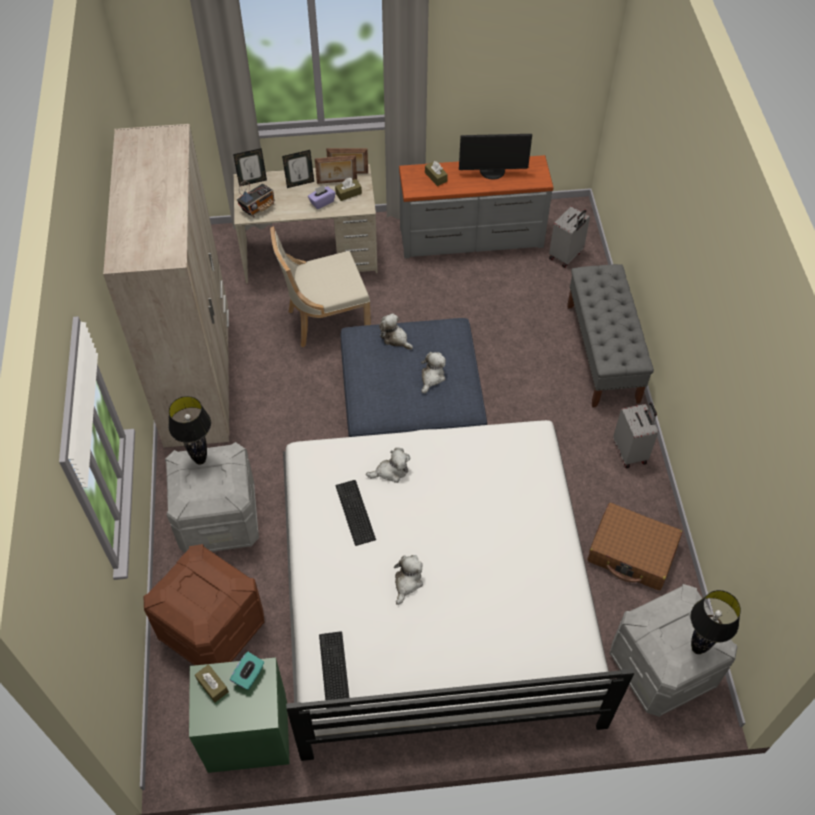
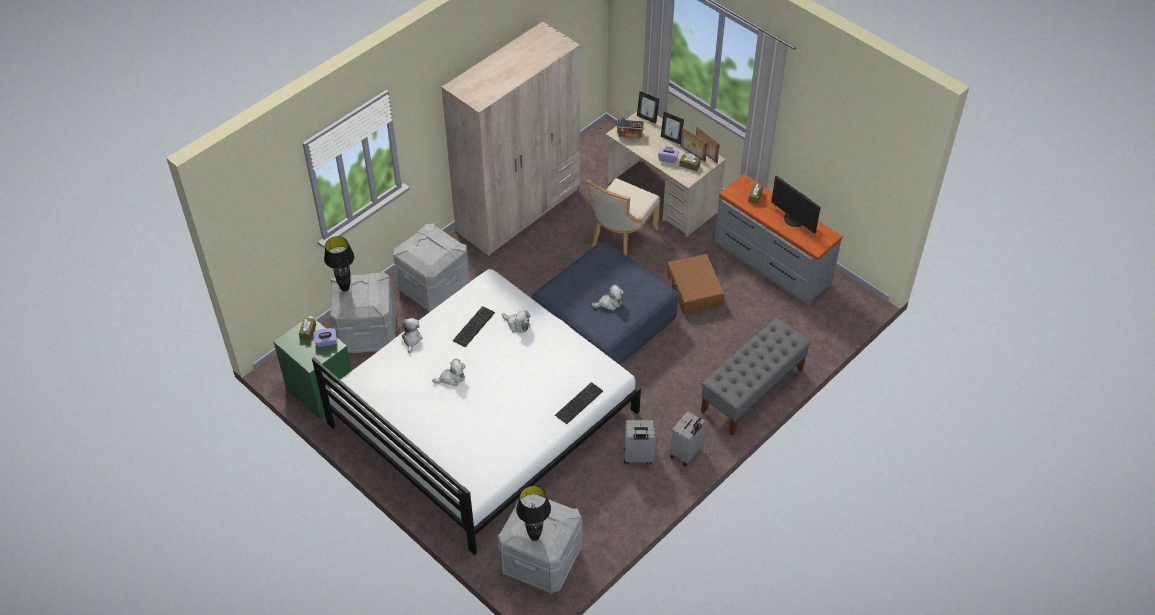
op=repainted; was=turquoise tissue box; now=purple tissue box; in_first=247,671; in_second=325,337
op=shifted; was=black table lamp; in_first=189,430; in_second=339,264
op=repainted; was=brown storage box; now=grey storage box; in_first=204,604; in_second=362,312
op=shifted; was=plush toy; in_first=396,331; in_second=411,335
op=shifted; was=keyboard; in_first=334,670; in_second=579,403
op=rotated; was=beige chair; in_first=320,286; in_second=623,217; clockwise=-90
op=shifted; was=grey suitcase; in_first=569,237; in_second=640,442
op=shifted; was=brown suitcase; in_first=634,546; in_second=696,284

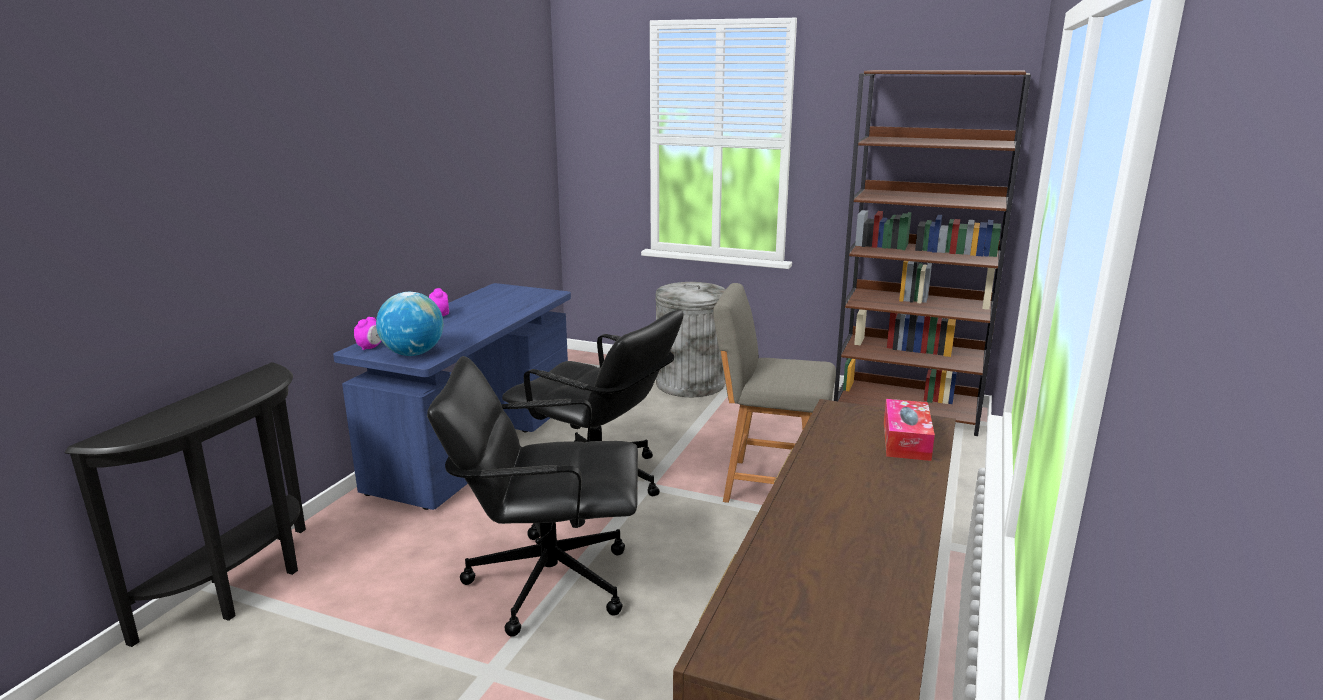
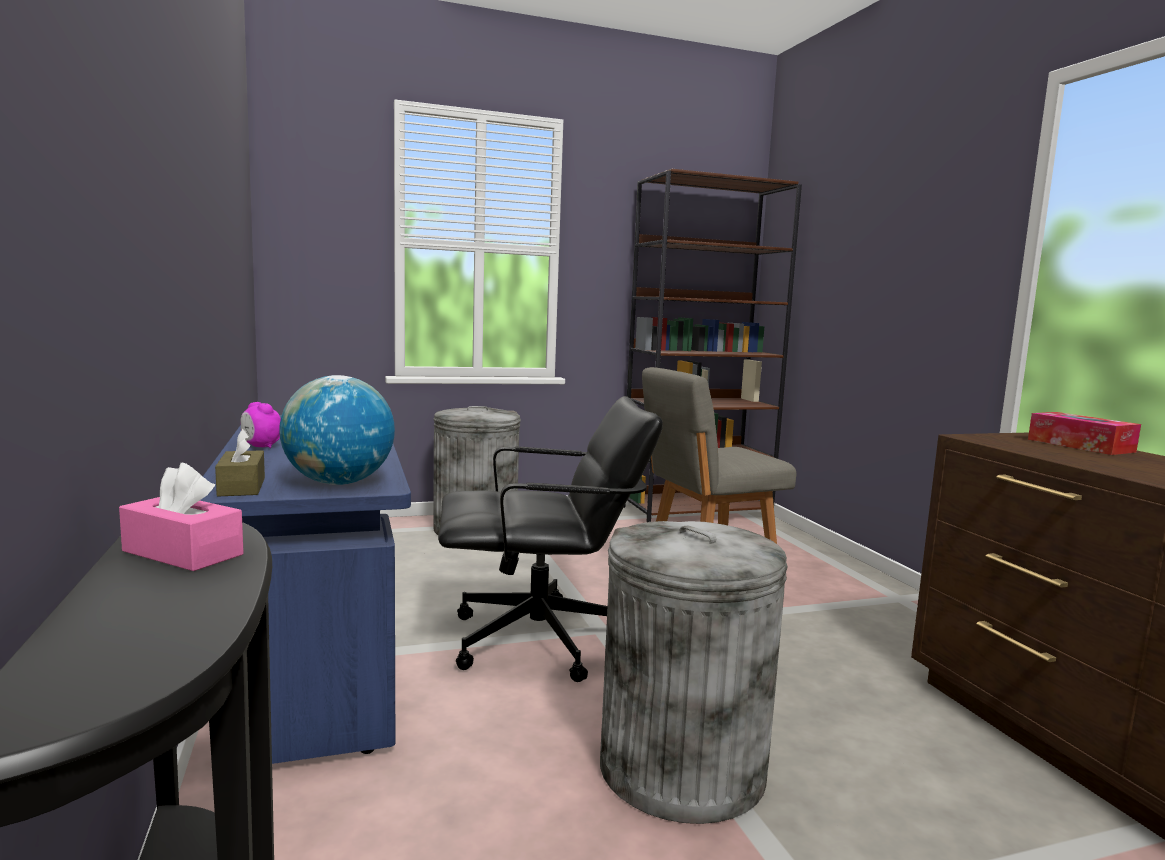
op=new; now=pink tissue box; in_second=181,517
op=swapped; was=alarm clock; now=brown tissue box; in_first=367,334; in_second=240,462
op=swapped; was=black office chair; now=grey trash can; in_first=532,496; in_second=694,672

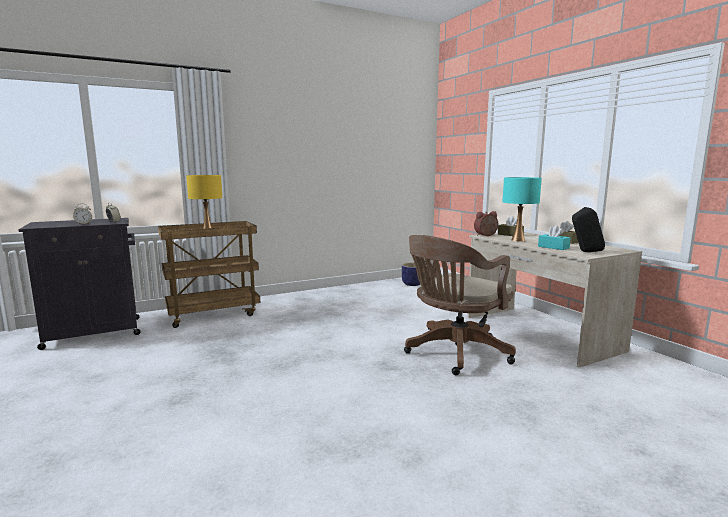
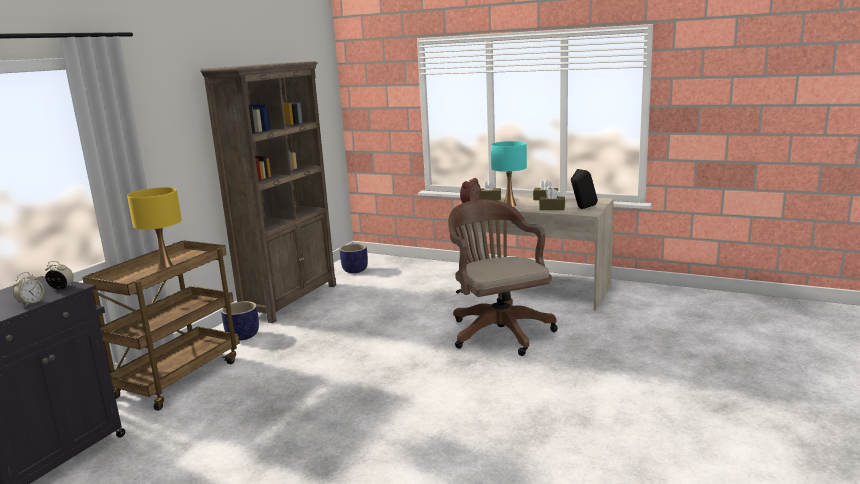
op=new; now=brown bookcase; in_second=268,192
op=new; now=planter; in_second=240,321
op=rotated; was=brown office chair; in_first=460,305; in_second=503,278; clockwise=150
op=repainted; was=turquoise tissue box; now=brown tissue box; in_first=554,237; in_second=552,199

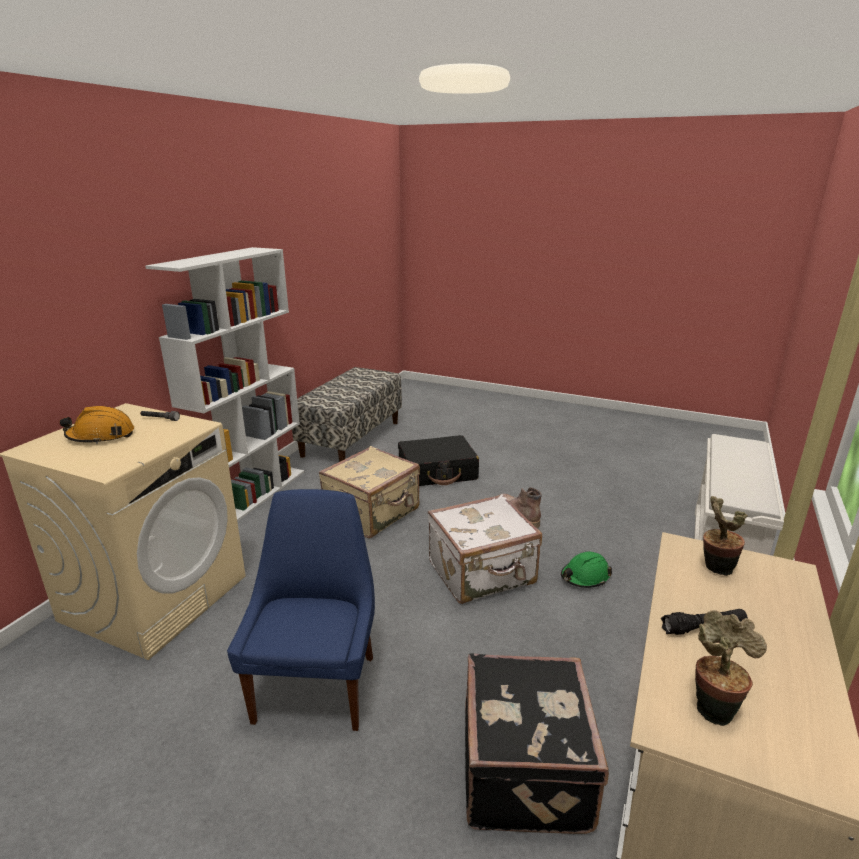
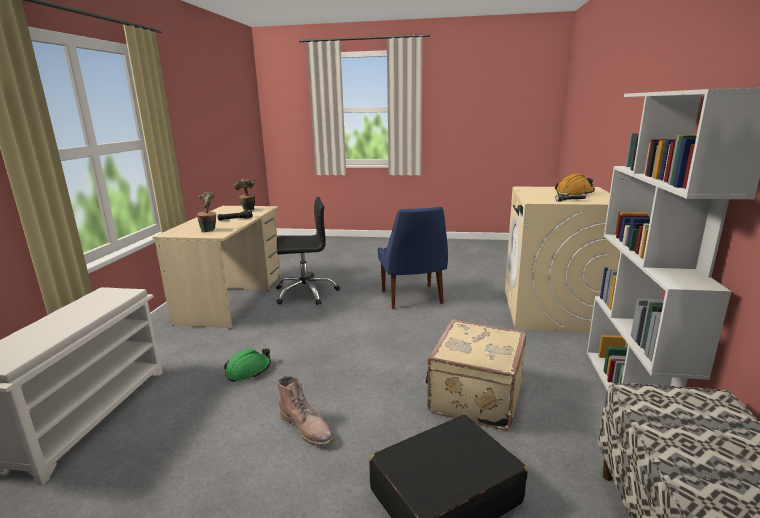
op=swapped; was=black suitcase; now=black office chair; in_first=537,744; in_second=308,251
op=gone; was=white suitcase; in_first=485,549

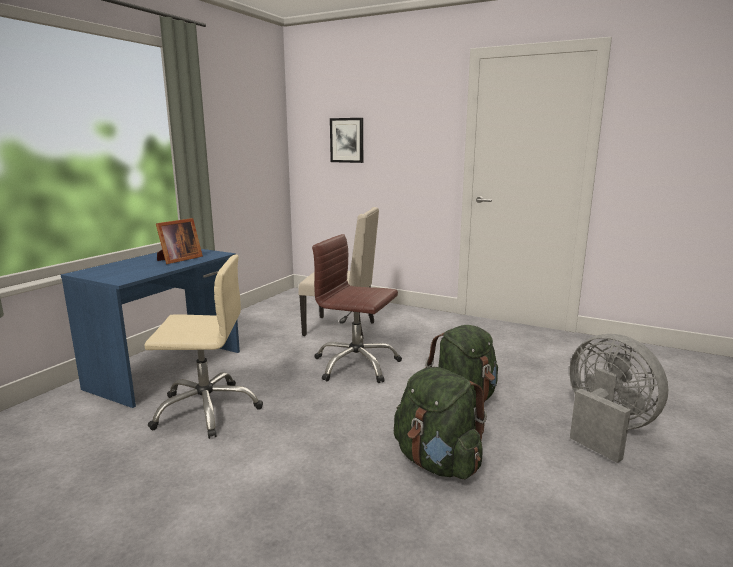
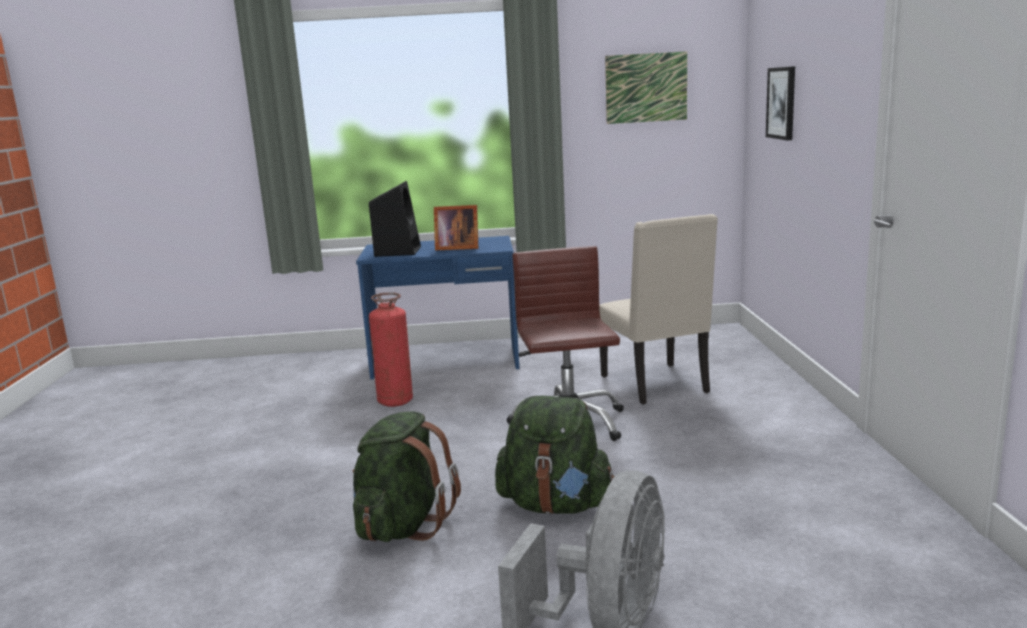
op=new; now=black speaker; in_second=395,219
op=swapped; was=beige office chair; now=fire extinguisher; in_first=203,347; in_second=391,349
op=new; now=picture; in_second=646,87

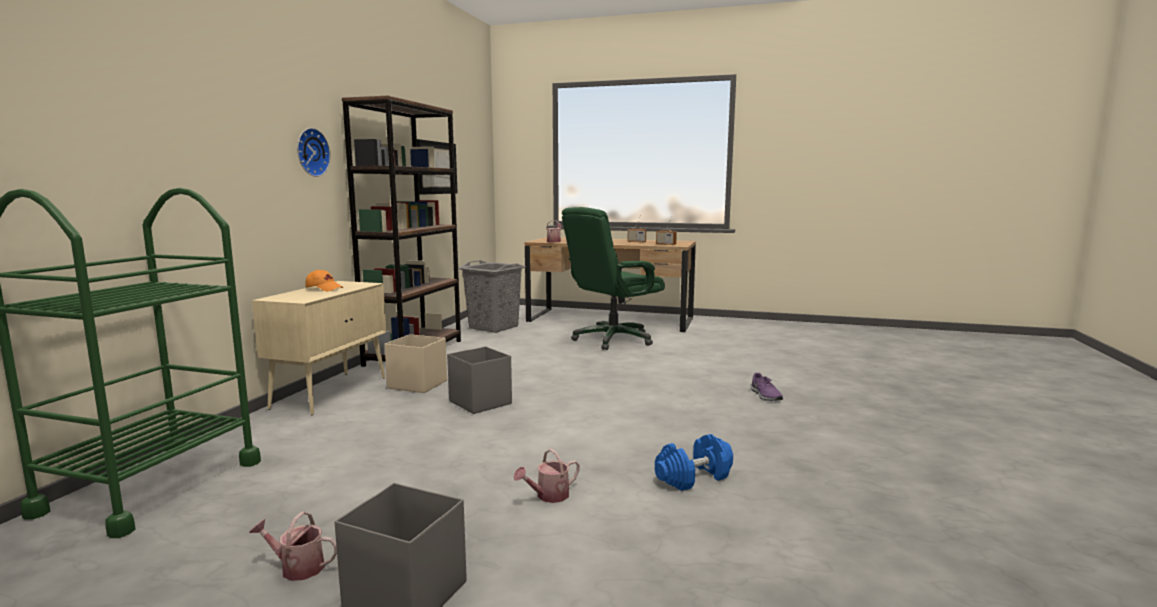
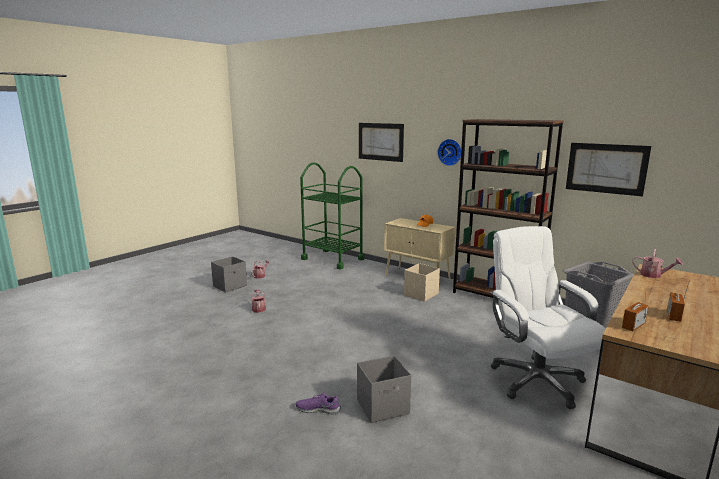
op=shifted; was=grey storage box; in_first=479,380; in_second=384,389
op=new; now=picture; in_second=381,142
op=repainted; was=green office chair; now=white office chair; in_first=613,278; in_second=547,317
op=gone; was=blue dumbbell; in_first=694,462

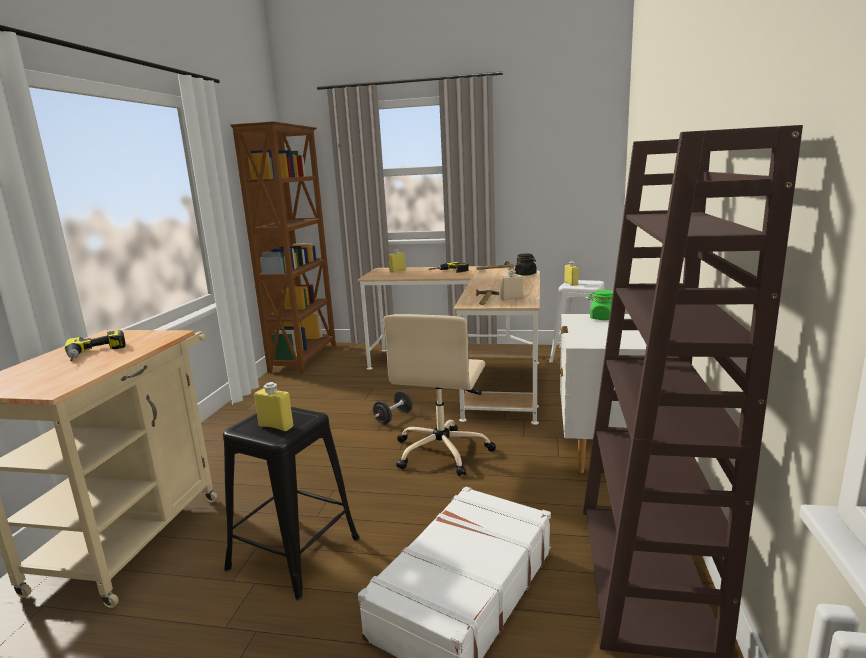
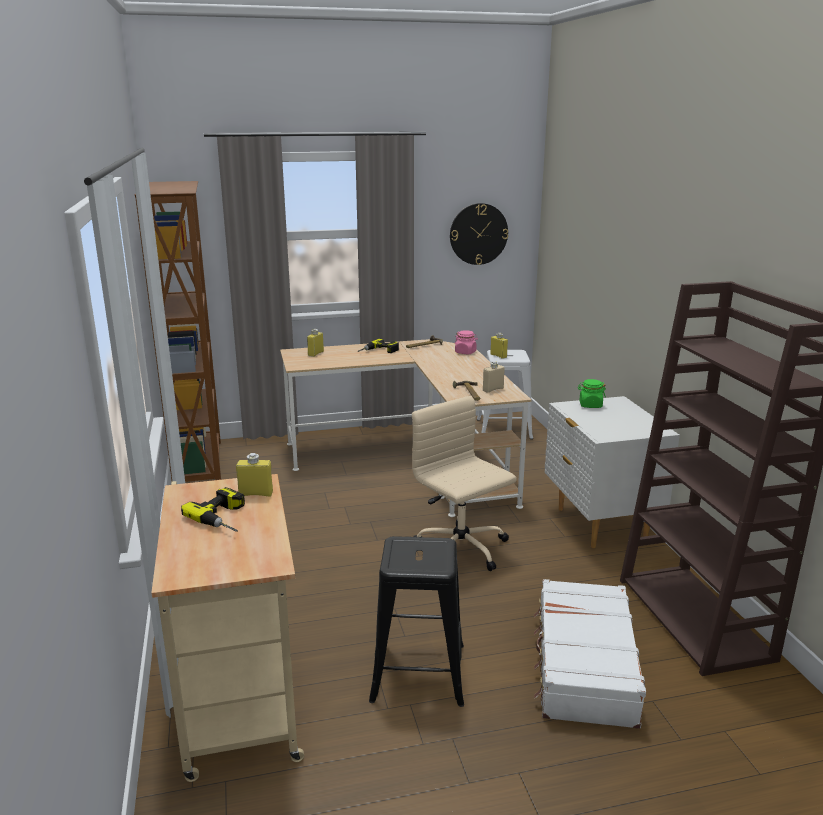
op=shifted; was=yellow bottle; in_first=273,406; in_second=254,475
op=rotated; was=beige office chair; in_first=440,395; in_second=464,483; clockwise=150
op=new; now=wall clock; in_second=479,234
op=repainted; was=black jar; now=pink jar; in_first=525,265; in_second=466,342
op=gone; was=black dumbbell; in_first=392,407

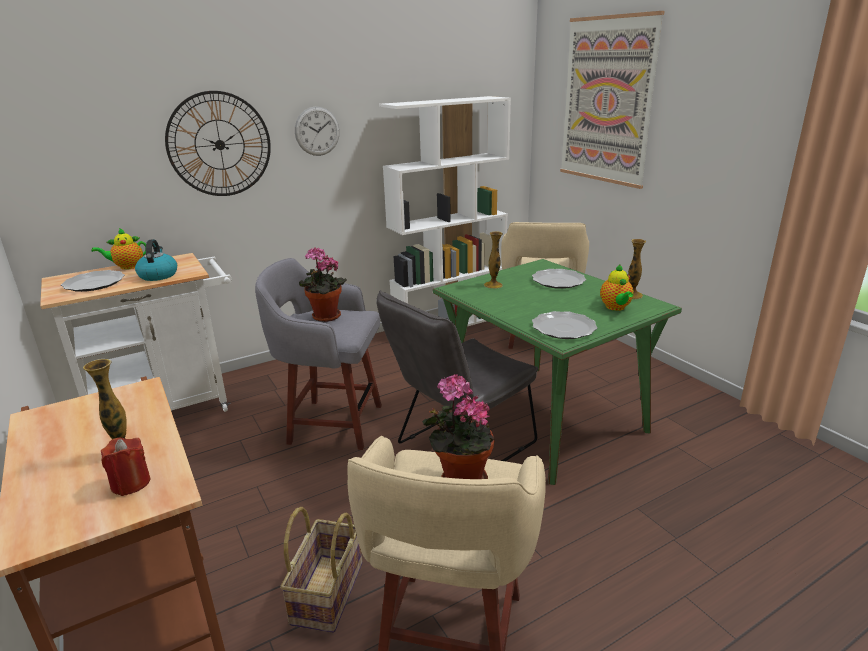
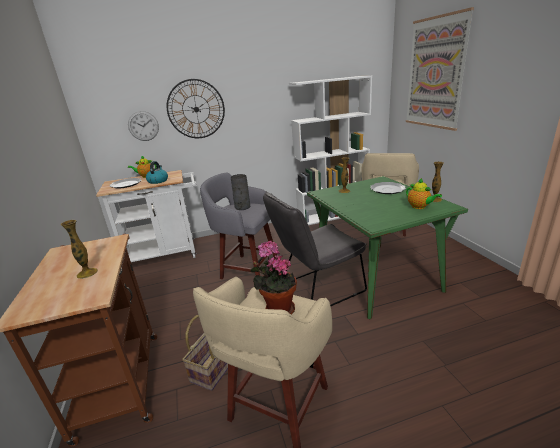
op=shifted; was=wall clock; in_first=317,131; in_second=143,126
op=swapped; was=potted plant; now=grey vase; in_first=322,284; in_second=240,192
op=rotated; was=teapot; in_first=617,288; in_second=424,193; clockwise=-45
op=gone; was=red candle; in_first=125,466
op=gone; was=plate; in_first=564,325

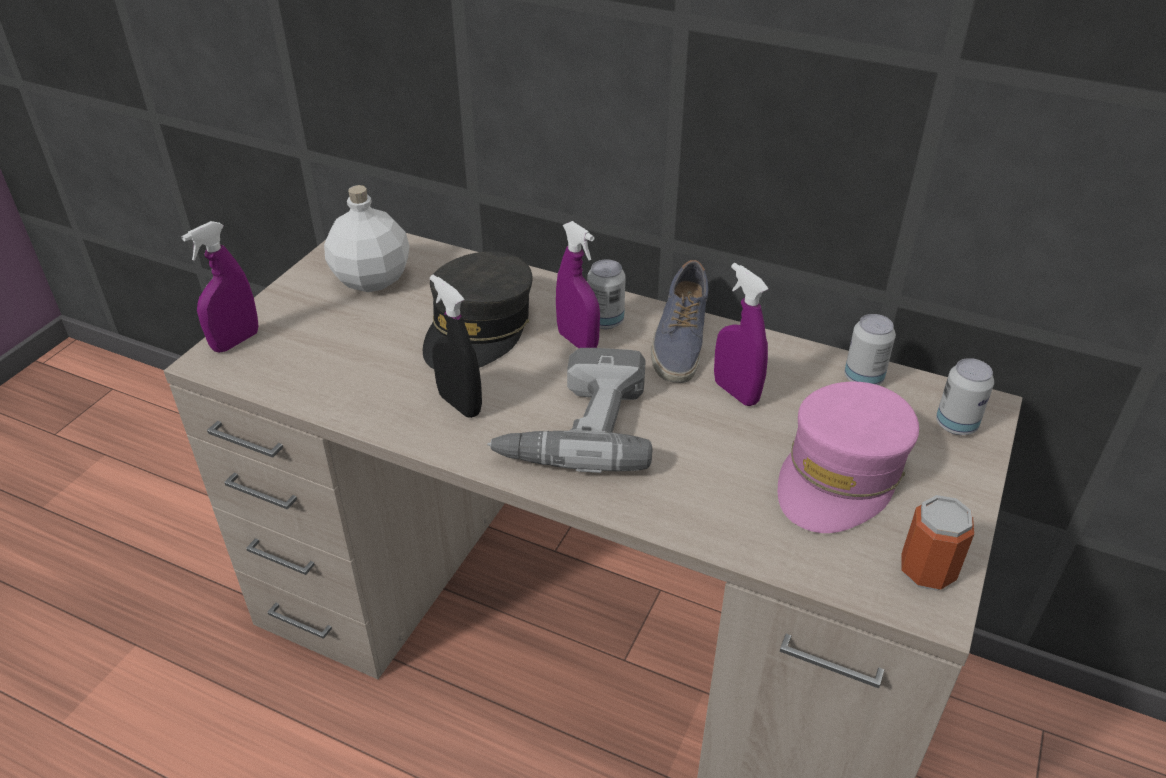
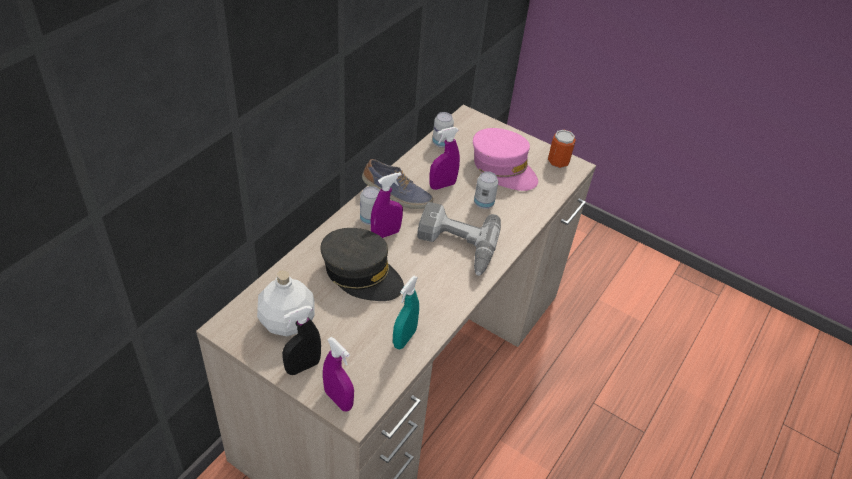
op=shifted; was=black spray bottle; in_first=456,346; in_second=301,340
op=new; now=turquoise spray bottle; in_second=406,312
op=shifted; was=can; in_first=965,396; in_second=486,190

